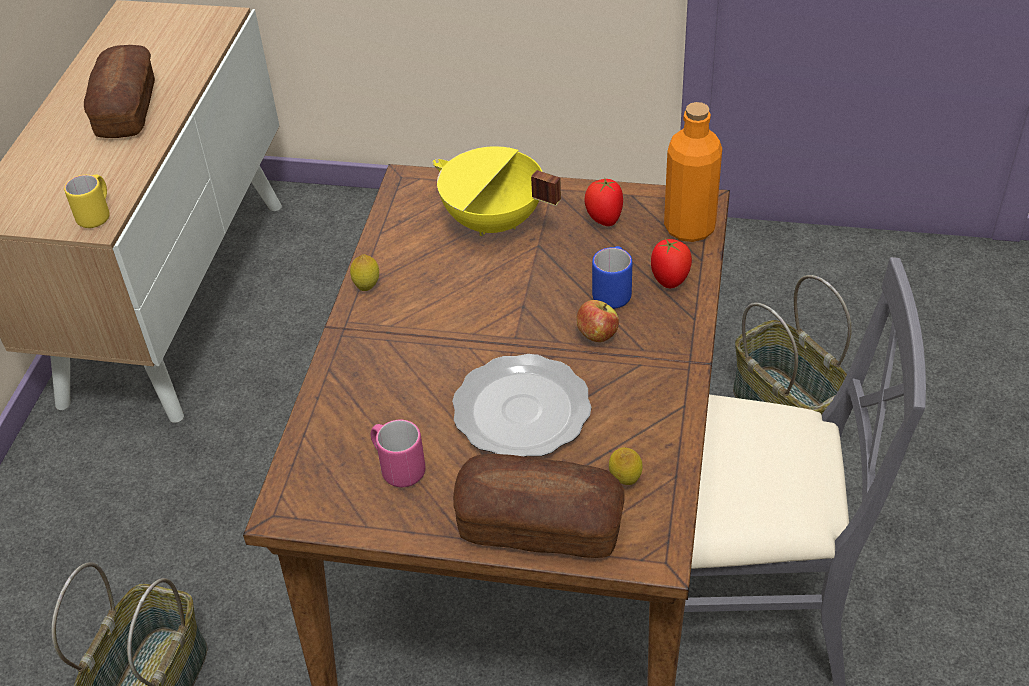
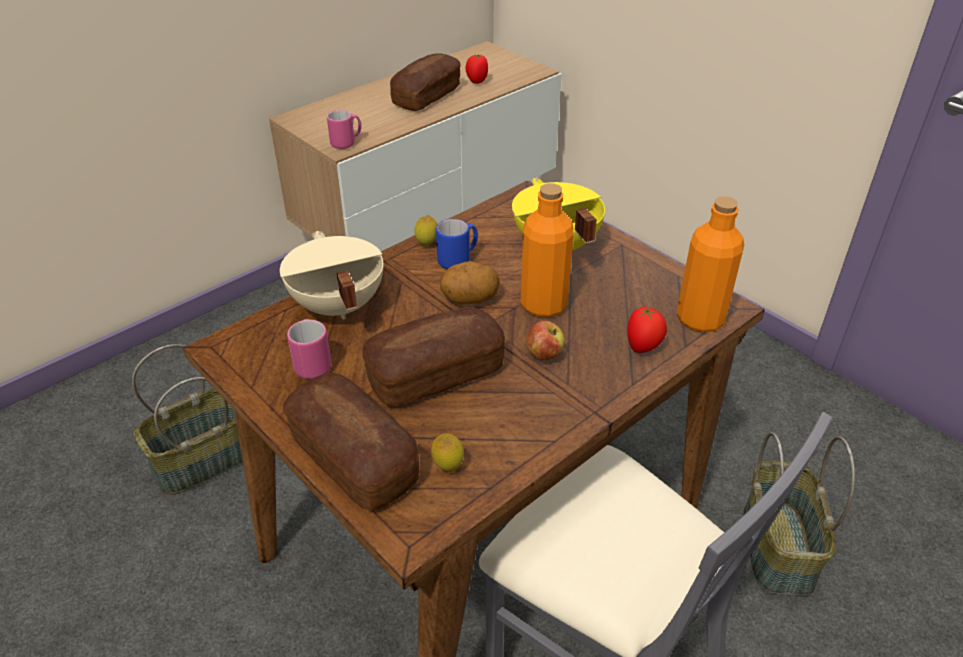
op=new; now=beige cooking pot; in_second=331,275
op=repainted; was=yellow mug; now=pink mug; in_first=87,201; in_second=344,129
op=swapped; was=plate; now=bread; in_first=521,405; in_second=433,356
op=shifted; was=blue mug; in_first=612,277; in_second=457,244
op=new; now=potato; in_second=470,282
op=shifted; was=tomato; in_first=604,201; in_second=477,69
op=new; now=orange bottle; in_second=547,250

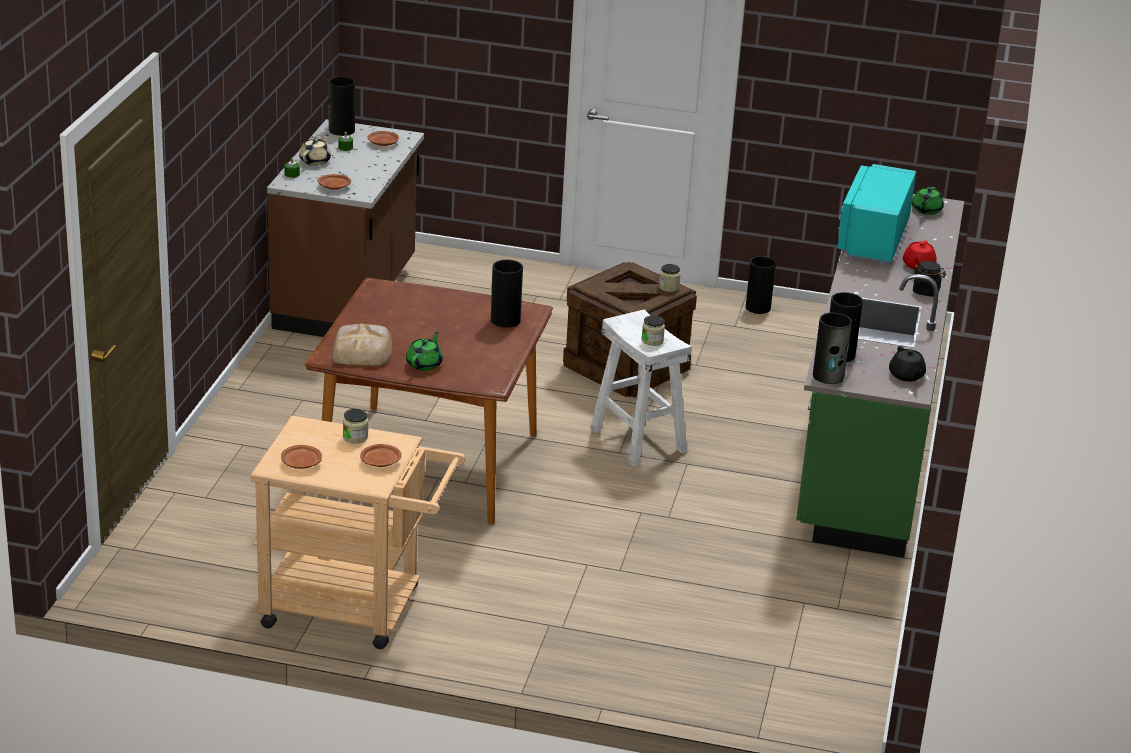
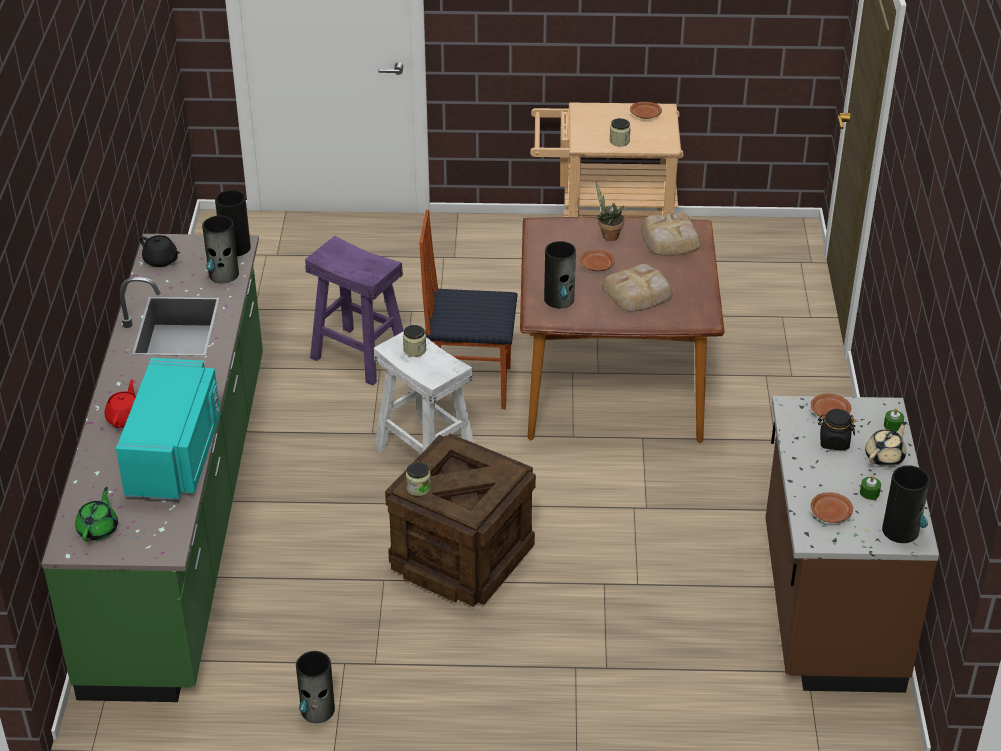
op=rotated; was=black teapot; in_first=907,363; in_second=159,251; clockwise=150
op=new; now=purple stool; in_second=354,311
op=new; now=chair; in_second=468,309
op=shifted; was=brown plate; in_first=381,455; in_second=596,260
op=swapped; was=green teapot; now=potted plant; in_first=424,351; in_second=609,211
op=new; now=bread; in_second=637,288
op=shifted; was=black jar; in_first=929,279; in_second=837,429
op=rotated; was=beige teapot; in_first=315,150; in_second=886,444; clockwise=-150

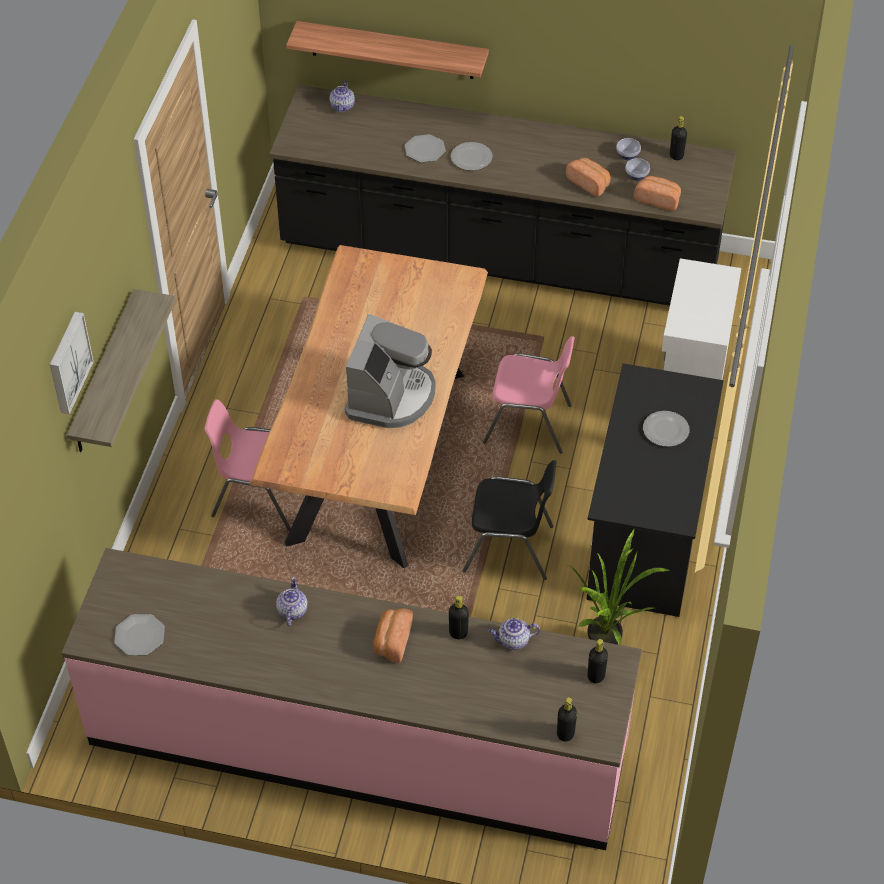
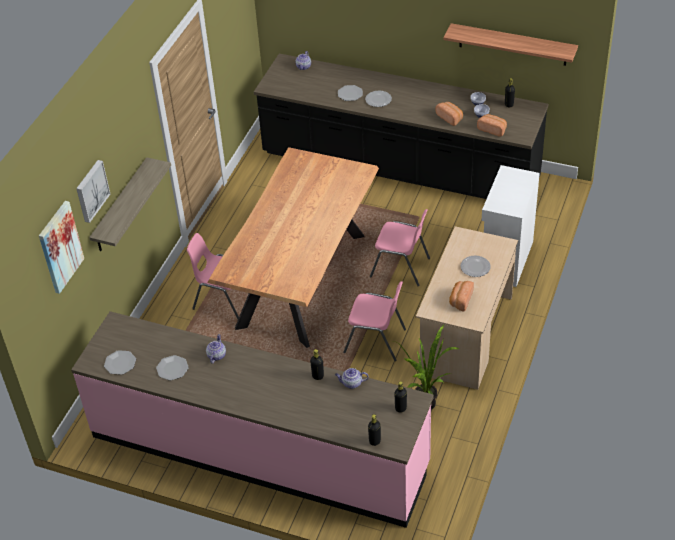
op=new; now=picture; in_second=61,247
op=new; now=plate; in_second=172,367
op=repainted; was=black chair; now=pink chair; in_first=509,520; in_second=374,321
op=repainted; was=black desk; now=beige desk; in_first=655,490; in_second=467,308
op=shifted; was=shelf; in_first=387,50; in_second=510,44
op=shifted; was=bread; in_first=393,635; in_second=461,296
op=gone; was=coffee machine; in_first=390,371

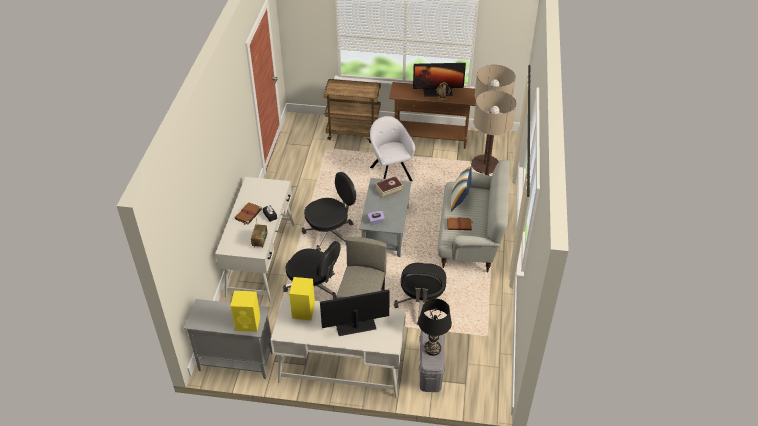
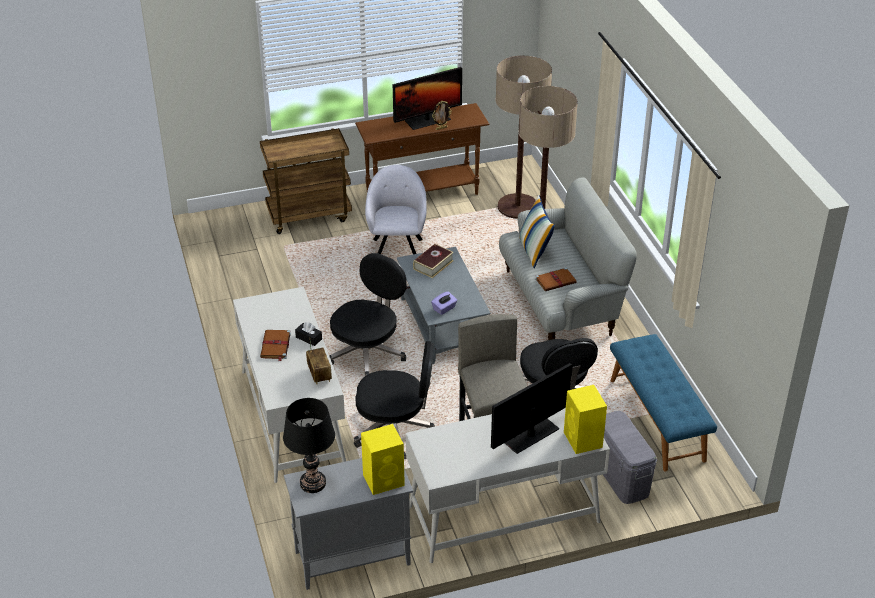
op=shifted; was=black table lamp; in_first=435,327; in_second=309,445
op=rotated; was=grey armchair; in_first=392,148; in_second=396,209; clockwise=45
op=shifted; was=yellow speaker; in_first=302,298; in_second=585,419
op=new; now=blue bench; in_second=663,403

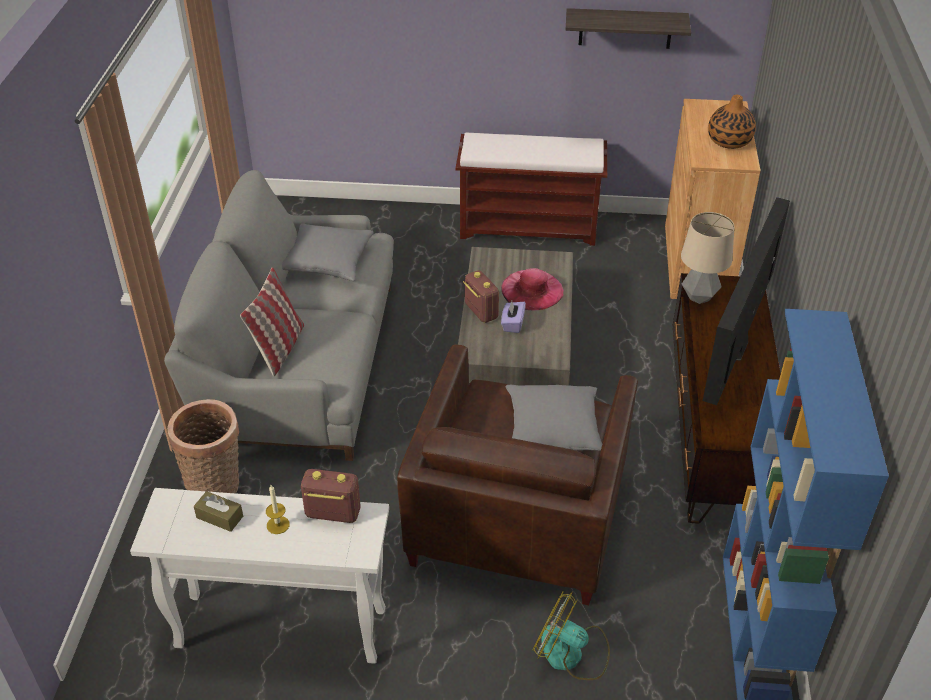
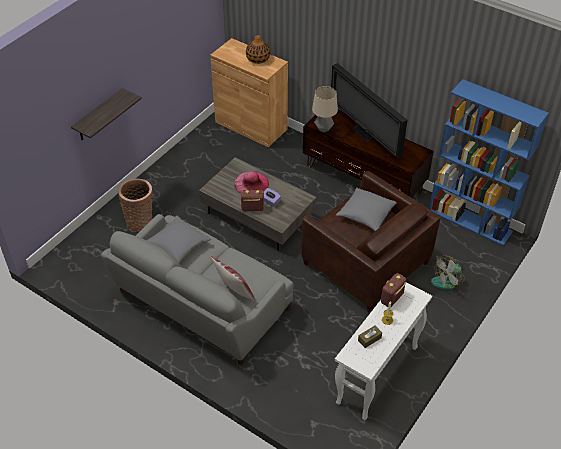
op=shifted; was=shelf; in_first=628,28; in_second=106,114
op=shifted; was=basket; in_first=203,446; in_second=135,205
op=gone; was=brown bench; in_first=531,189

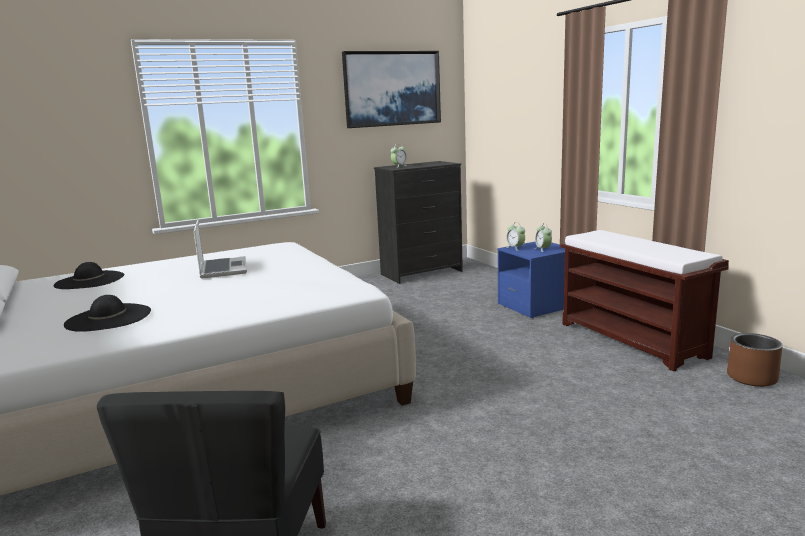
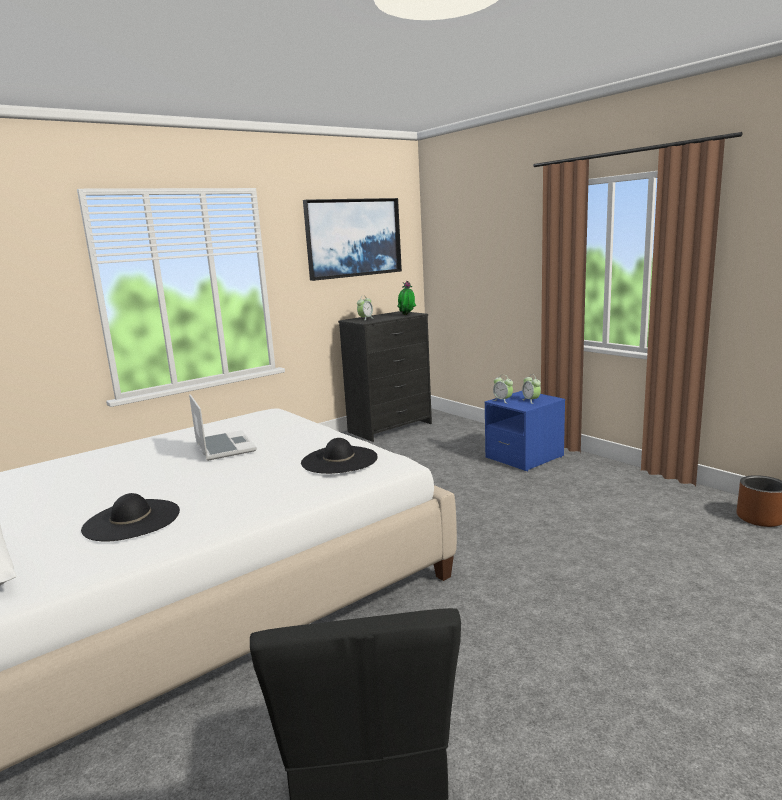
op=shifted; was=black hat; in_first=89,275; in_second=339,456
op=new; now=potted plant; in_second=406,298
op=gone; was=brown bench; in_first=644,301

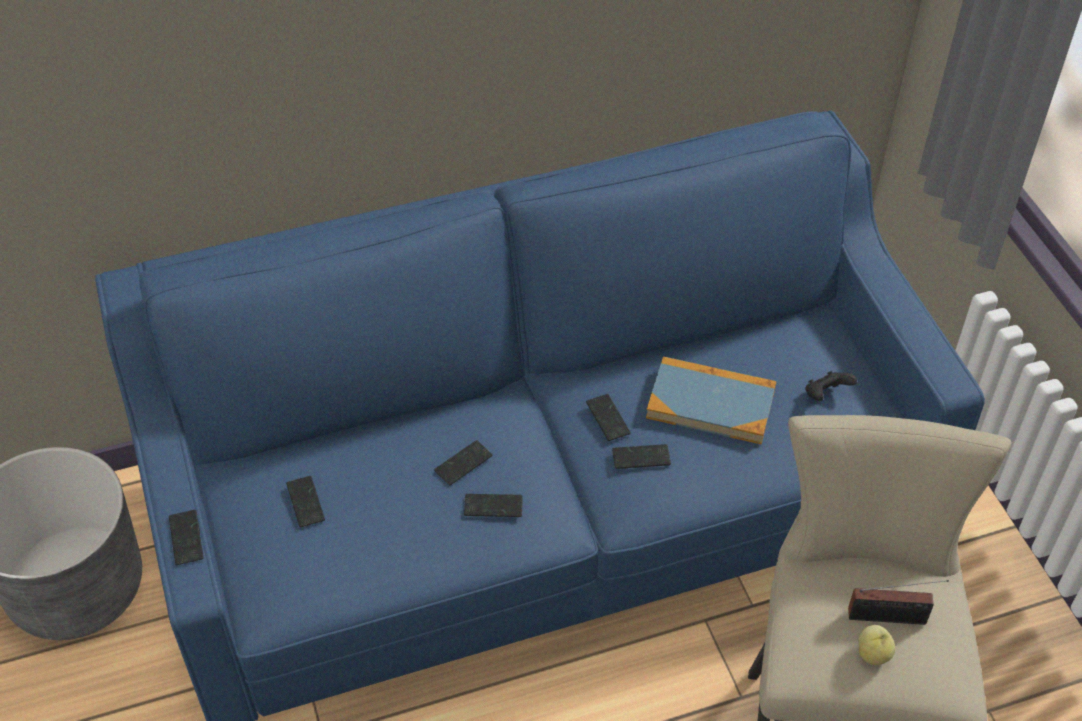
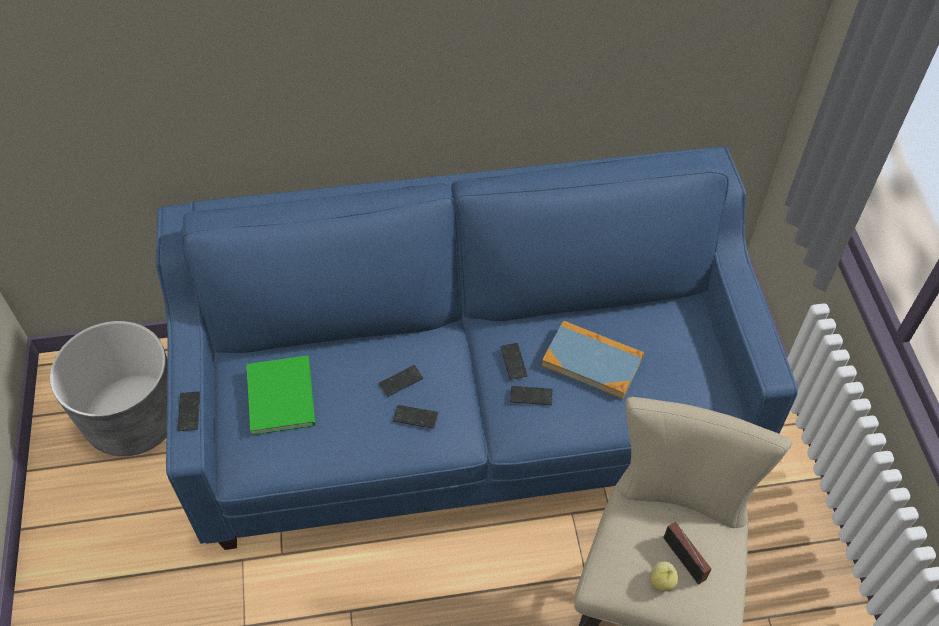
op=swapped; was=phone; now=green book; in_first=305,501; in_second=281,395
op=rotated; was=radio; in_first=898,602; in_second=687,547; clockwise=-135
op=gone; was=black game controller; in_first=831,386

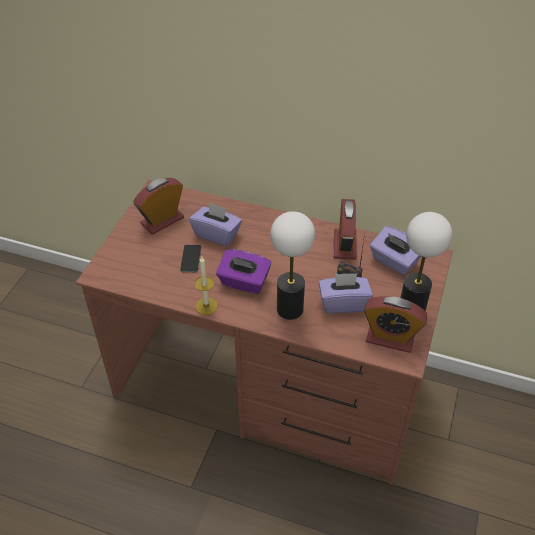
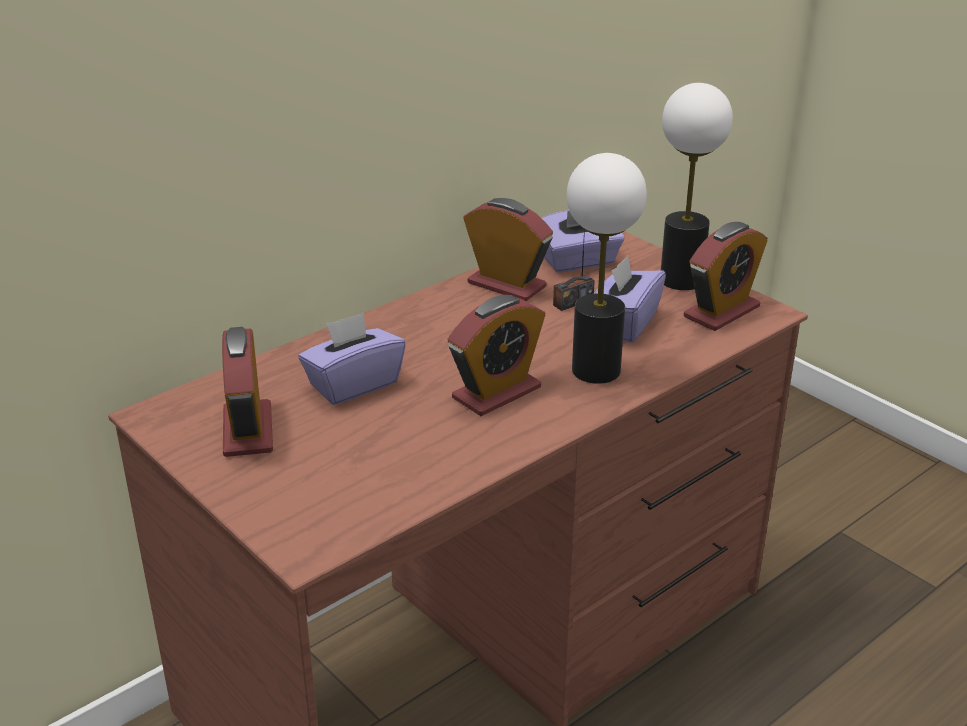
op=swapped; was=purple tissue box; now=alarm clock; in_first=243,271; in_second=497,355
op=gone; was=phone; in_first=190,258
op=gone; was=candle; in_first=206,285

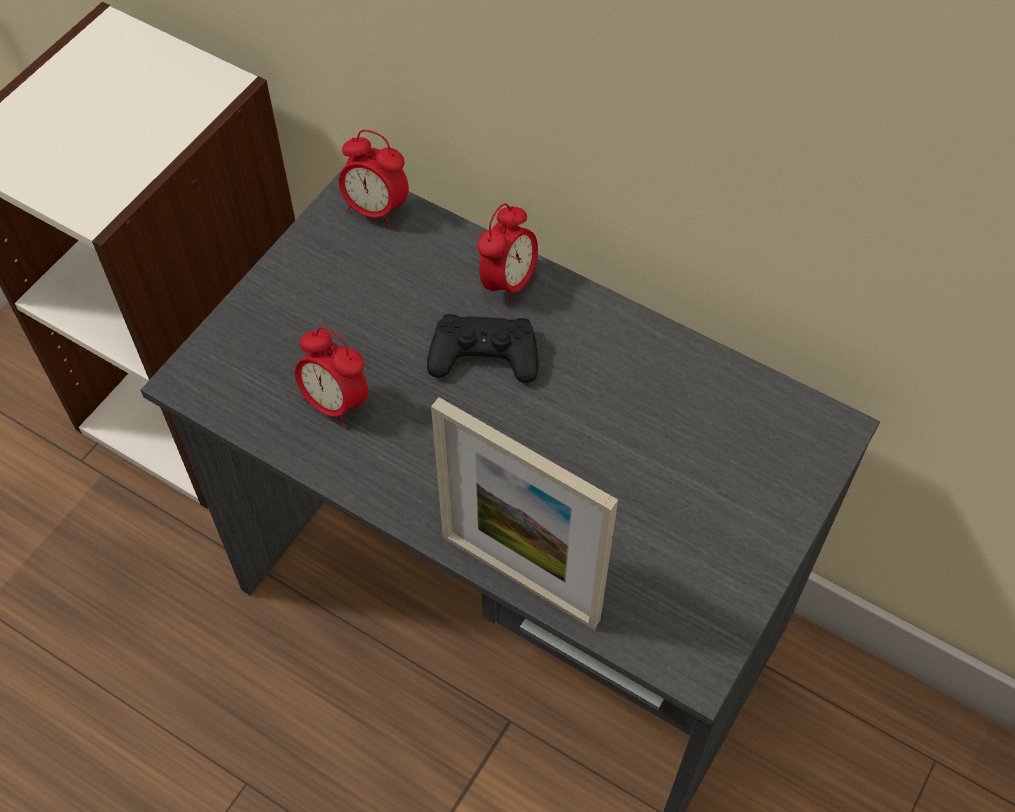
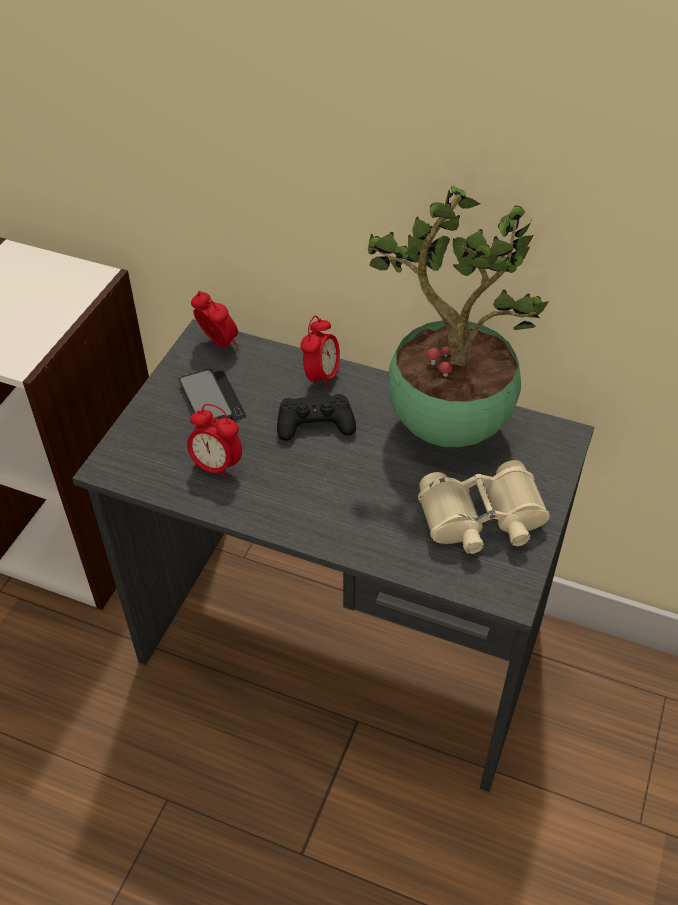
op=new; now=phone; in_second=212,395
op=rotated; was=alarm clock; in_first=374,179; in_second=214,319; clockwise=-150
op=new; now=potted plant; in_second=458,316
op=new; now=beige binoculars; in_second=484,507
op=gone; was=picture frame; in_first=524,513

